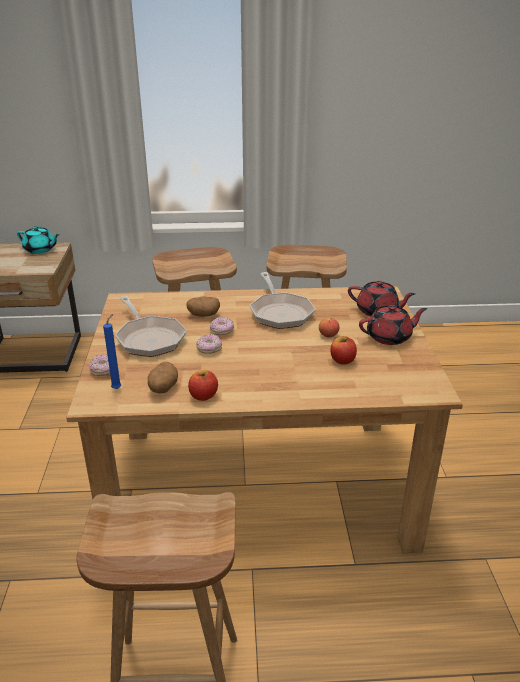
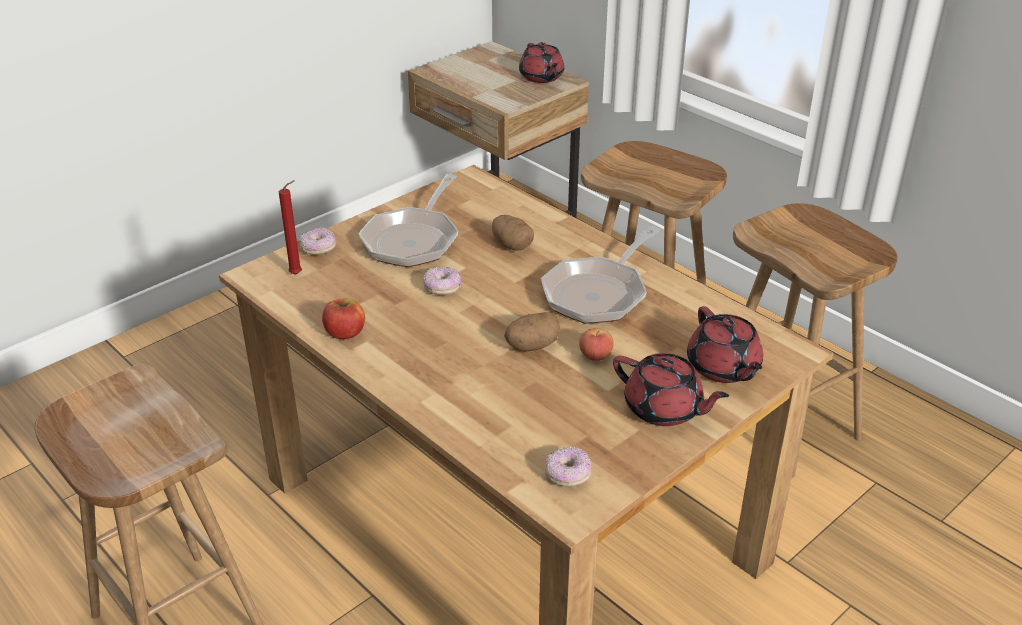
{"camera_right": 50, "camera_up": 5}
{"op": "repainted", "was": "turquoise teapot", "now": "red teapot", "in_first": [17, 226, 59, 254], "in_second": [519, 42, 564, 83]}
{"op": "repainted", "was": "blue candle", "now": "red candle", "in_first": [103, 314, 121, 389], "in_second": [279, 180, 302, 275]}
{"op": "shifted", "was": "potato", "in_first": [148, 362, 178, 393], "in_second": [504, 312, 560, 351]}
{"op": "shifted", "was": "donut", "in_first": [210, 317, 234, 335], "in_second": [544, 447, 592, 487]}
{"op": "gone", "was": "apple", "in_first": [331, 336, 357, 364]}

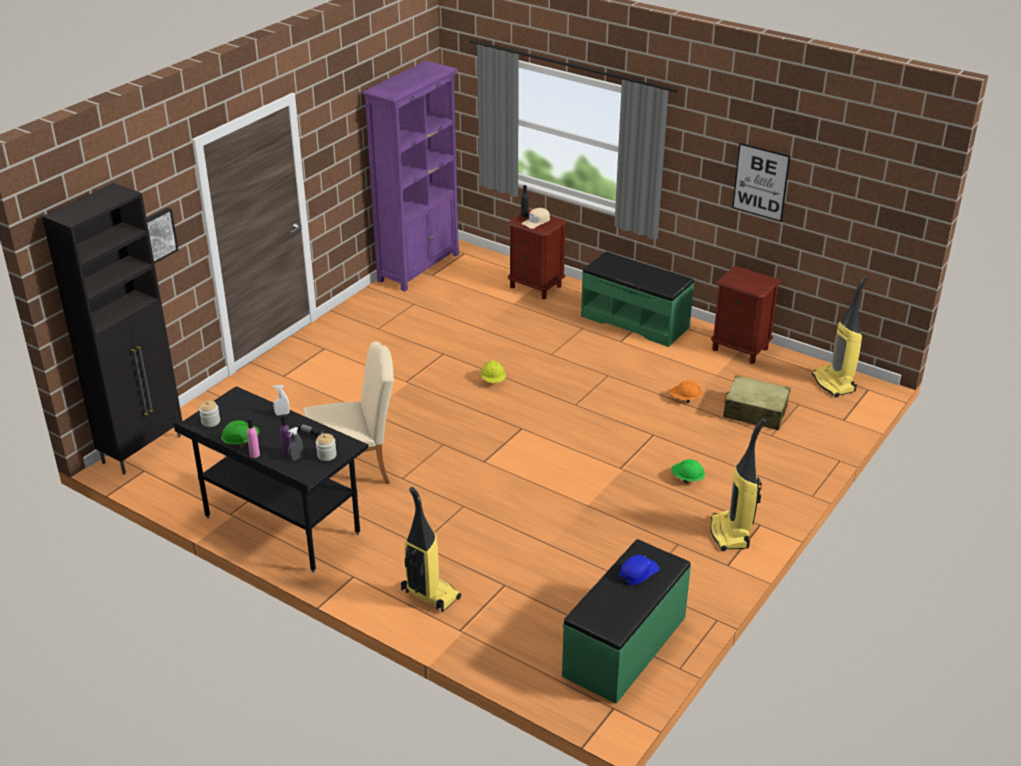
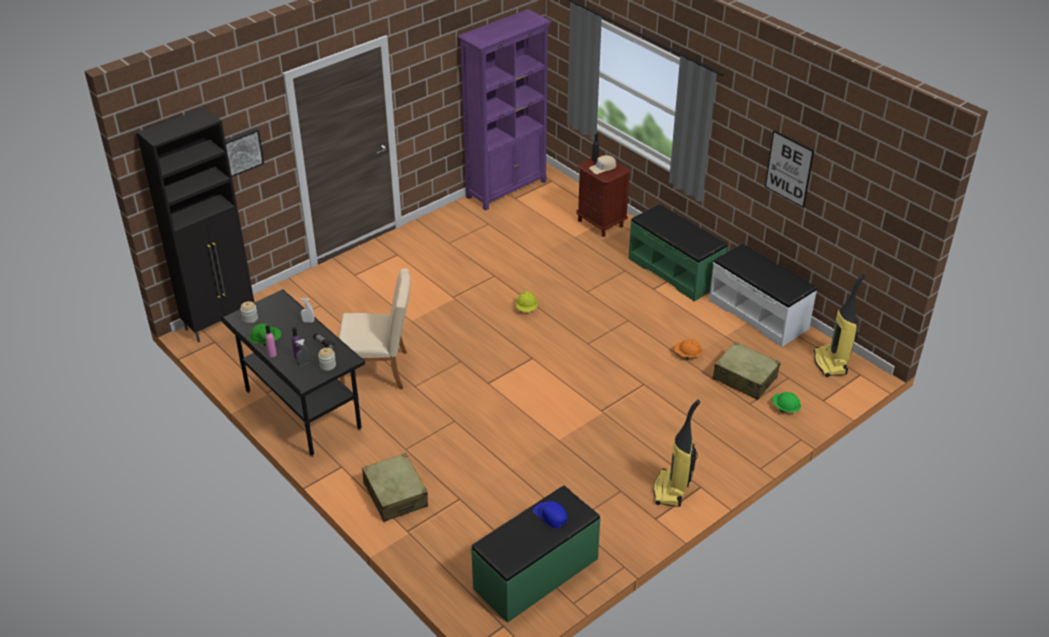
{"camera_right": 15, "camera_up": 5}
{"op": "swapped", "was": "vacuum cleaner", "now": "beige suitcase", "in_first": [401, 487, 461, 612], "in_second": [362, 453, 428, 522]}
{"op": "rotated", "was": "blue cap", "in_first": [619, 555, 660, 585], "in_second": [533, 501, 568, 529], "clockwise": -105}
{"op": "shifted", "was": "green hard hat", "in_first": [671, 459, 705, 484], "in_second": [772, 392, 801, 413]}
{"op": "swapped", "was": "brown nightstand", "now": "white bench", "in_first": [711, 266, 781, 364], "in_second": [709, 243, 817, 347]}

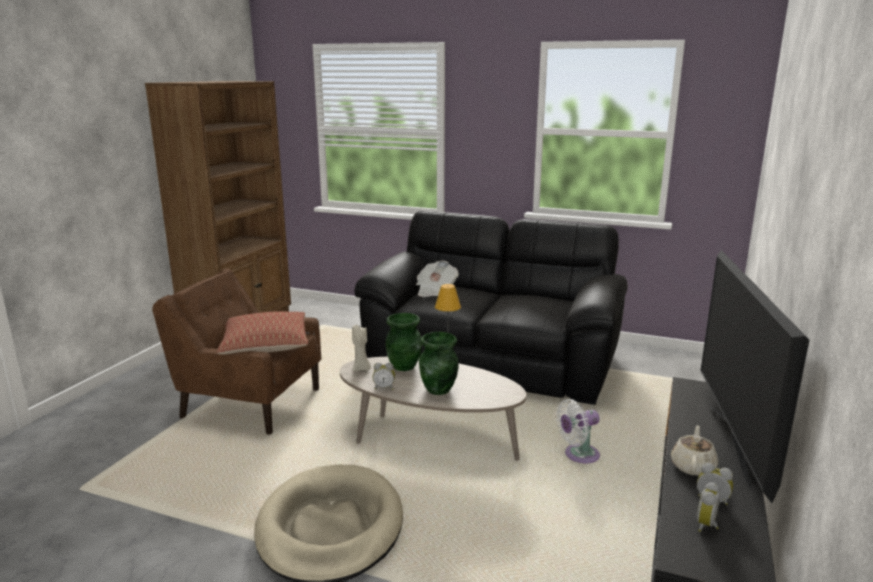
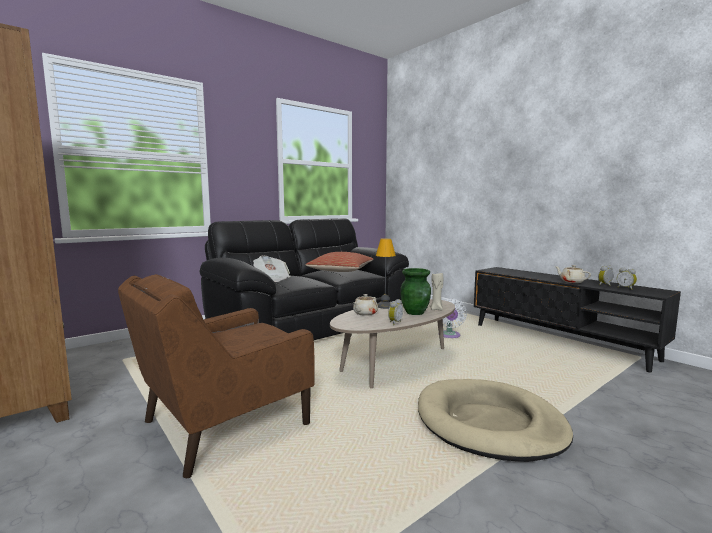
{"camera_right": -60, "camera_up": -10}
{"op": "shifted", "was": "pillow", "in_first": [217, 311, 308, 354], "in_second": [305, 252, 373, 272]}
{"op": "shifted", "was": "beige candle", "in_first": [352, 325, 371, 372], "in_second": [430, 272, 443, 310]}
{"op": "swapped", "was": "green vase", "now": "beige teapot", "in_first": [386, 313, 422, 371], "in_second": [353, 294, 378, 316]}
{"op": "gone", "was": "television", "in_first": [701, 250, 809, 503]}

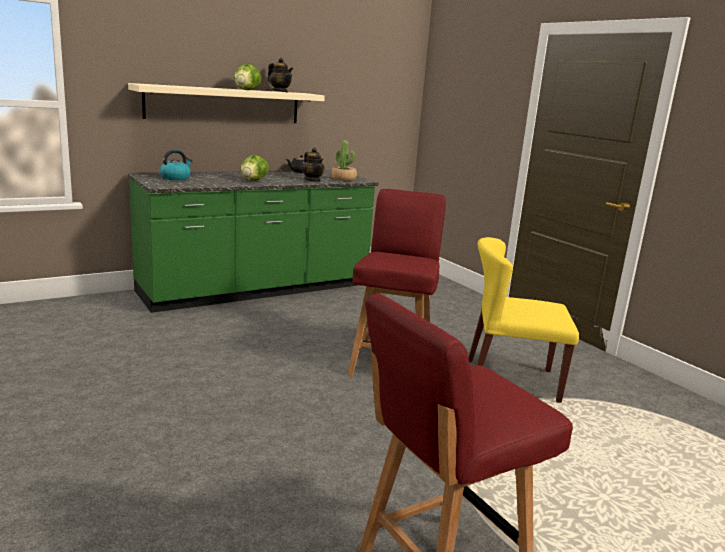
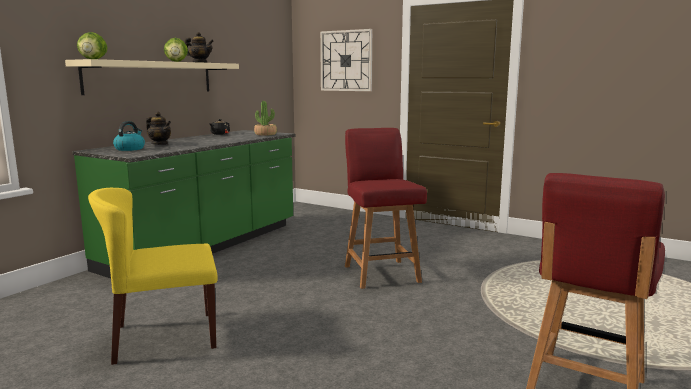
{"camera_right": -25, "camera_up": -5}
{"op": "shifted", "was": "lettuce", "in_first": [240, 155, 269, 181], "in_second": [77, 32, 108, 59]}
{"op": "shifted", "was": "teapot", "in_first": [302, 147, 325, 182], "in_second": [146, 112, 171, 145]}
{"op": "shifted", "was": "yellow chair", "in_first": [468, 237, 579, 403], "in_second": [88, 188, 218, 365]}
{"op": "new", "now": "wall clock", "in_second": [320, 29, 372, 91]}

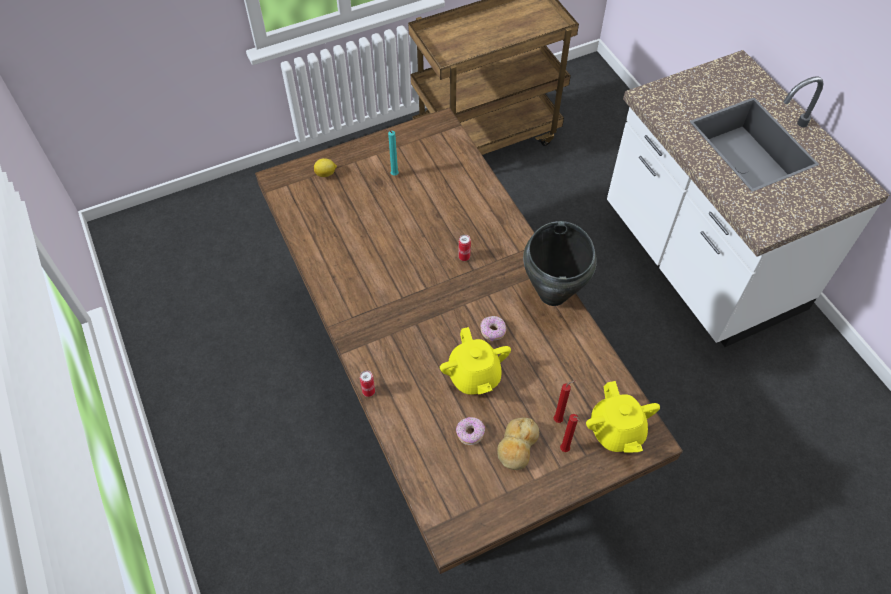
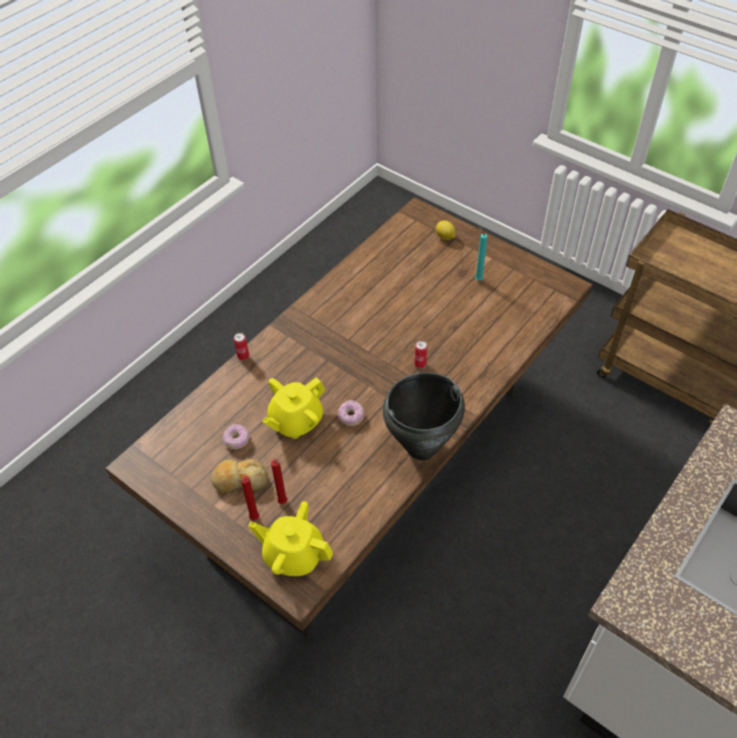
{"camera_right": 65, "camera_up": -5}
{"op": "rotated", "was": "yellow teapot", "in_first": [586, 381, 660, 453], "in_second": [249, 501, 333, 576], "clockwise": 60}

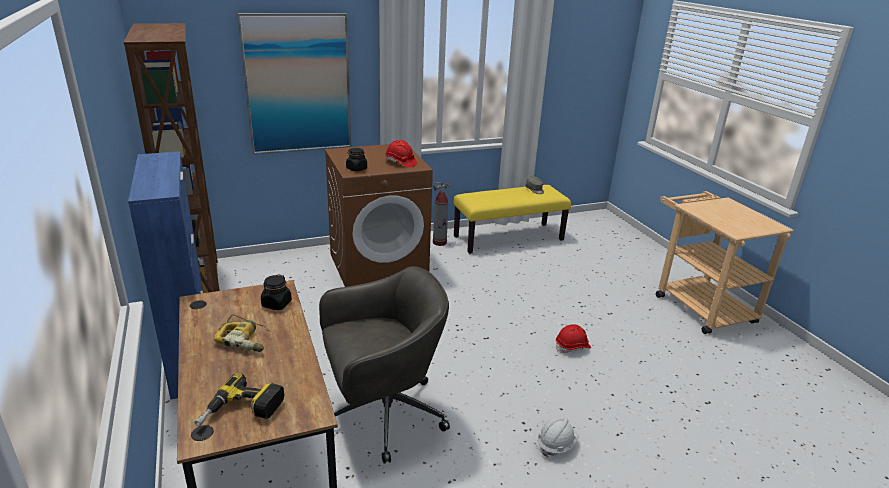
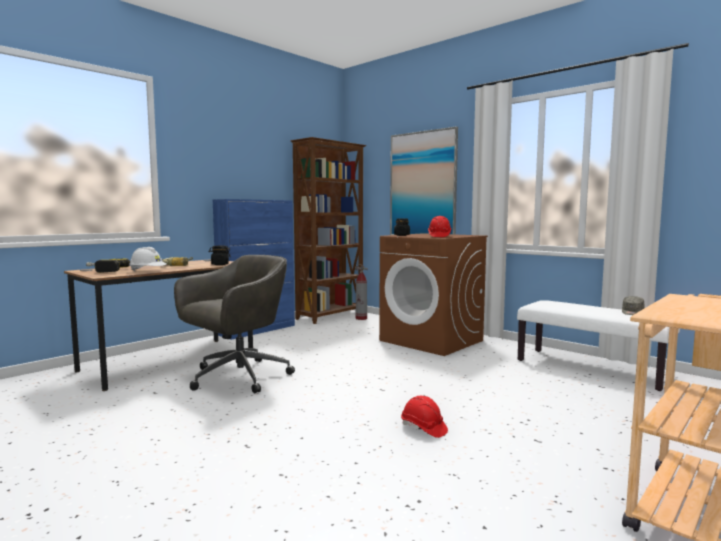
{"camera_right": 65, "camera_up": -20}
{"op": "rotated", "was": "grey office chair", "in_first": [319, 266, 450, 464], "in_second": [174, 255, 295, 393], "clockwise": -90}
{"op": "shifted", "was": "fire extinguisher", "in_first": [433, 182, 450, 246], "in_second": [355, 264, 368, 320]}
{"op": "repainted", "was": "yellow bench", "now": "white bench", "in_first": [454, 185, 571, 254], "in_second": [517, 300, 680, 391]}
{"op": "shifted", "was": "white hard hat", "in_first": [538, 417, 579, 457], "in_second": [129, 247, 166, 271]}

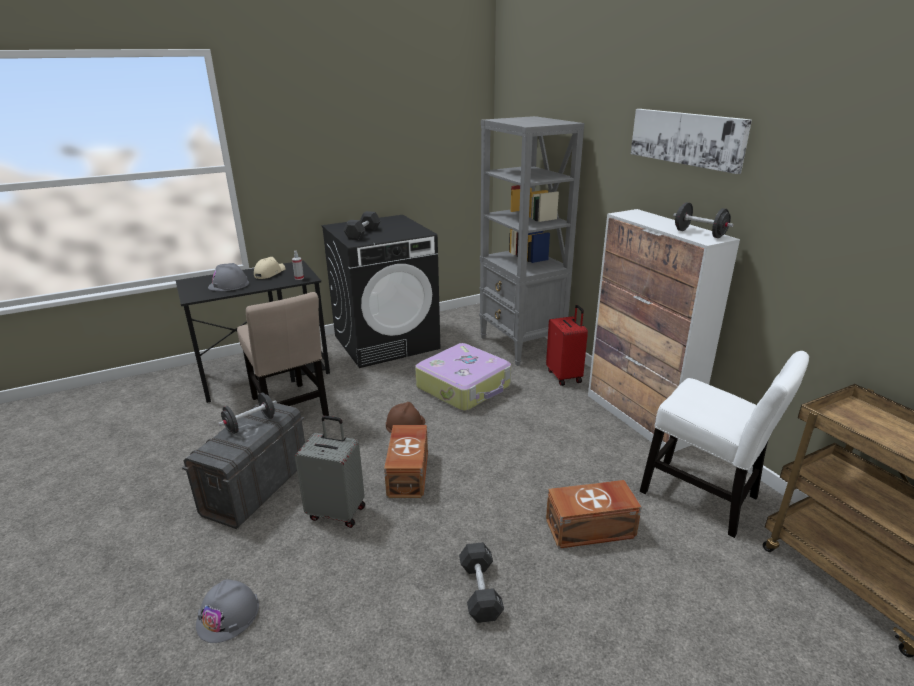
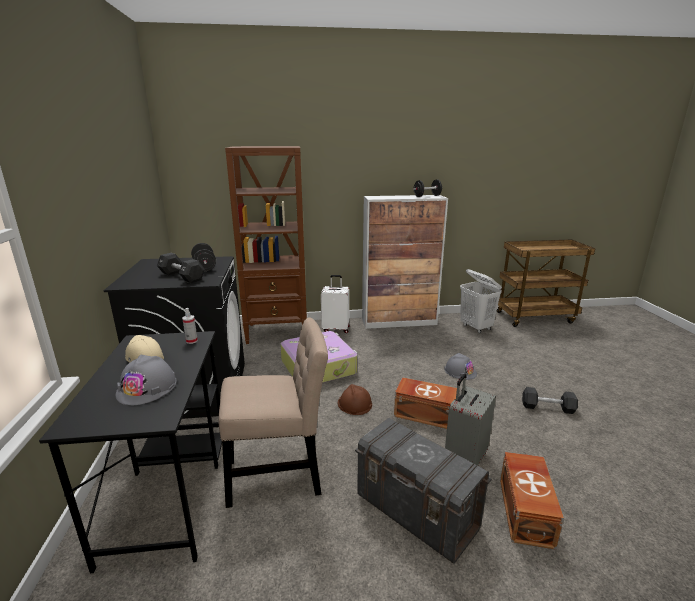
{"camera_right": -70, "camera_up": -5}
{"op": "shifted", "was": "grey hard hat", "in_first": [196, 579, 259, 643], "in_second": [444, 353, 477, 380]}
{"op": "shifted", "was": "black dumbbell", "in_first": [218, 392, 277, 434], "in_second": [191, 243, 216, 271]}
{"op": "repainted", "was": "grey bookcase", "now": "brown bookcase", "in_first": [479, 116, 584, 366], "in_second": [225, 146, 307, 344]}
{"op": "repainted", "was": "red suitcase", "now": "white suitcase", "in_first": [546, 305, 588, 386], "in_second": [321, 275, 350, 333]}
{"op": "shifted", "was": "brown storage box", "in_first": [546, 480, 642, 549], "in_second": [500, 452, 564, 550]}
{"op": "gone", "was": "picture", "in_first": [631, 109, 752, 174]}
{"op": "swapped", "was": "white chair", "now": "white laundry basket", "in_first": [640, 351, 809, 538], "in_second": [460, 269, 502, 333]}

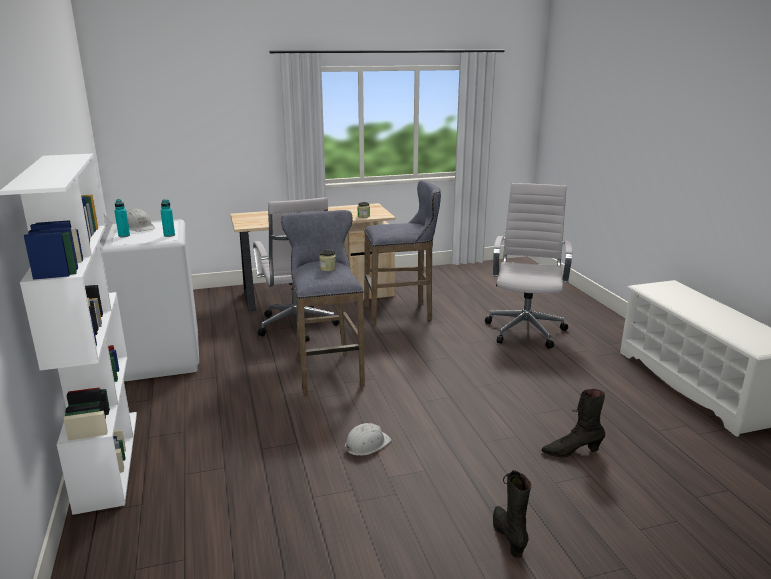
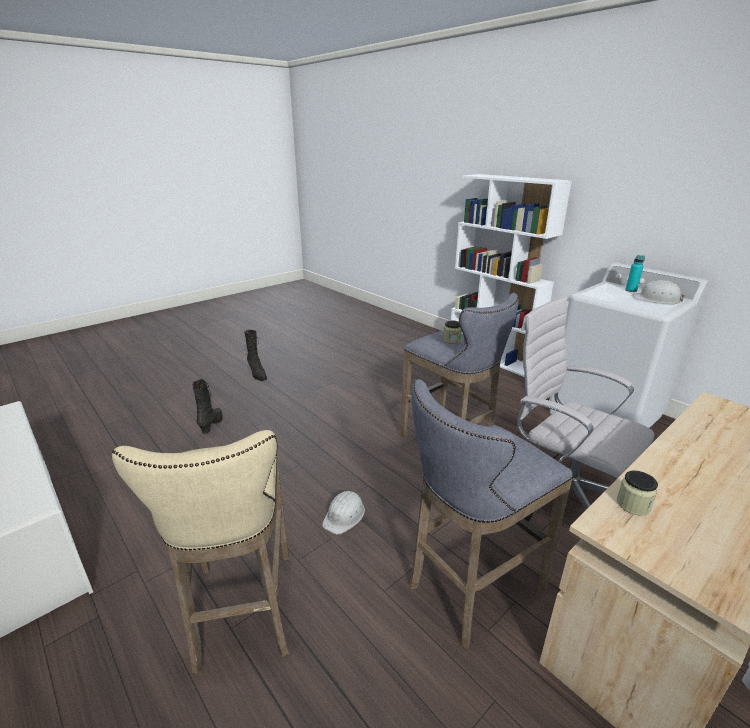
{"camera_right": 155, "camera_up": 5}
{"op": "gone", "was": "turquoise bottle", "in_first": [161, 199, 175, 237]}
{"op": "shifted", "was": "white hard hat", "in_first": [345, 423, 391, 456], "in_second": [322, 491, 365, 535]}
{"op": "swapped", "was": "white office chair", "now": "beige stool", "in_first": [485, 183, 572, 349], "in_second": [112, 430, 289, 674]}
{"op": "rotated", "was": "black boot", "in_first": [541, 389, 605, 458], "in_second": [193, 379, 223, 434], "clockwise": -60}

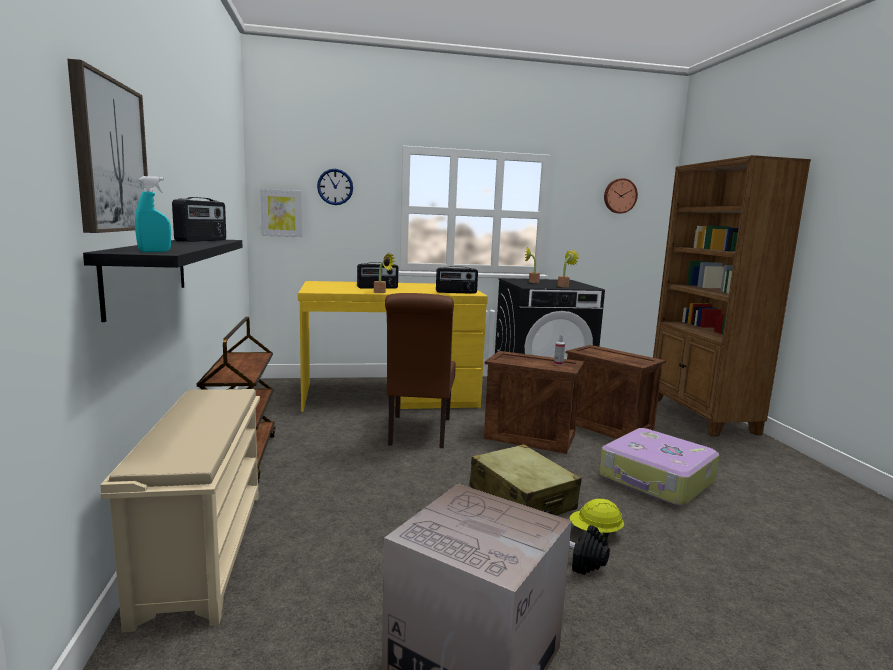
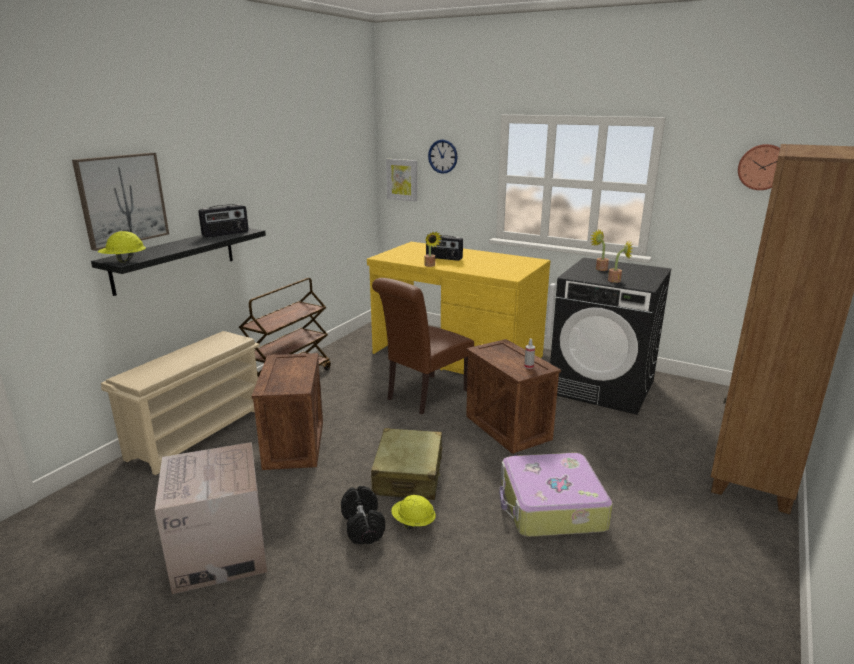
{"camera_right": 40, "camera_up": 10}
{"op": "swapped", "was": "turquoise spray bottle", "now": "yellow hard hat", "in_first": [135, 176, 171, 252], "in_second": [98, 231, 146, 262]}
{"op": "gone", "was": "radio", "in_first": [436, 266, 478, 294]}
{"op": "shifted", "was": "crate", "in_first": [566, 345, 666, 439], "in_second": [252, 353, 323, 470]}

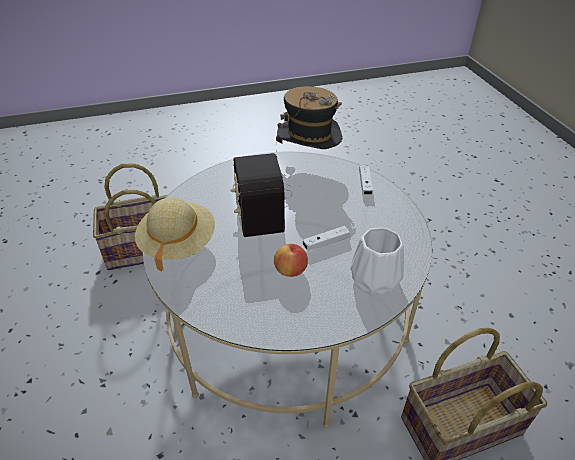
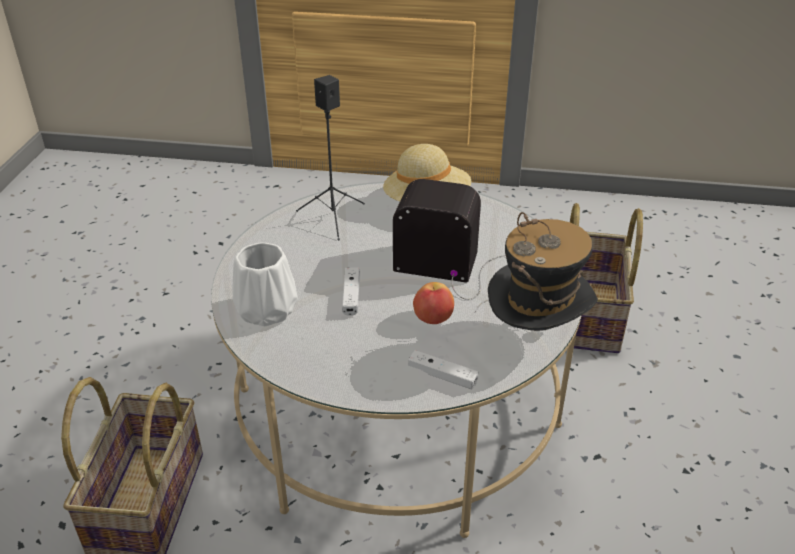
{"camera_right": 115, "camera_up": -5}
{"op": "shifted", "was": "apple", "in_first": [274, 244, 308, 277], "in_second": [413, 282, 454, 324]}
{"op": "new", "now": "black speaker", "in_second": [296, 75, 365, 240]}

